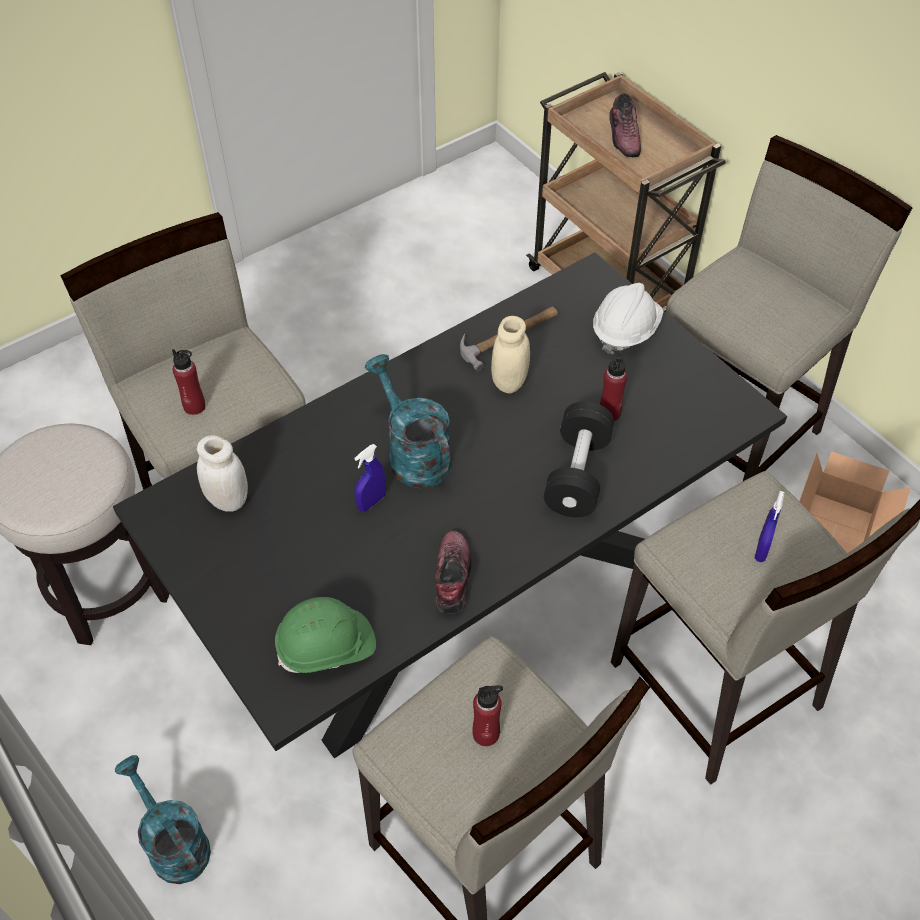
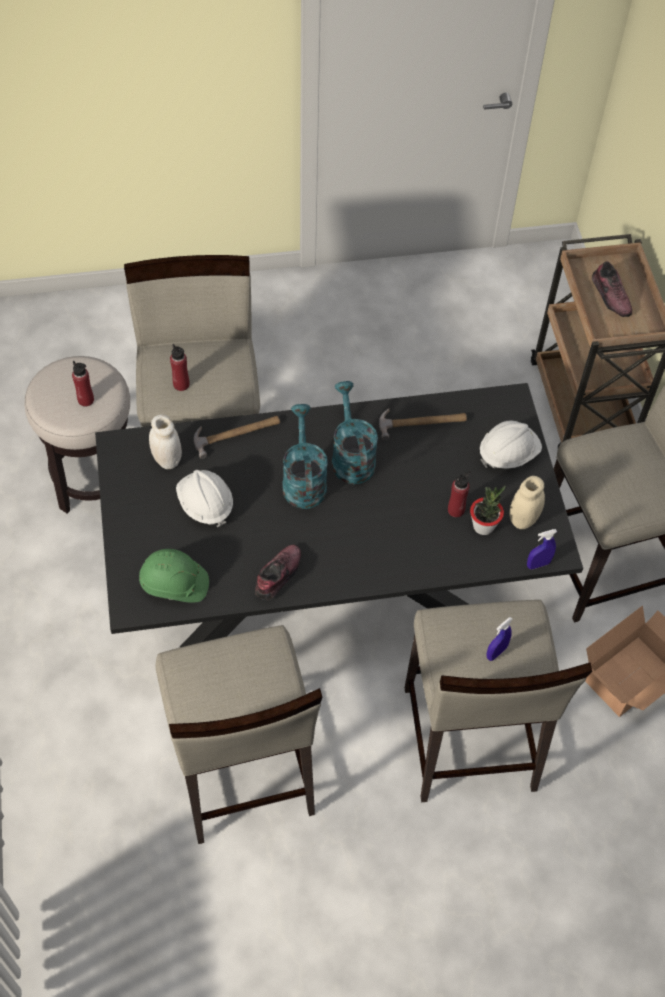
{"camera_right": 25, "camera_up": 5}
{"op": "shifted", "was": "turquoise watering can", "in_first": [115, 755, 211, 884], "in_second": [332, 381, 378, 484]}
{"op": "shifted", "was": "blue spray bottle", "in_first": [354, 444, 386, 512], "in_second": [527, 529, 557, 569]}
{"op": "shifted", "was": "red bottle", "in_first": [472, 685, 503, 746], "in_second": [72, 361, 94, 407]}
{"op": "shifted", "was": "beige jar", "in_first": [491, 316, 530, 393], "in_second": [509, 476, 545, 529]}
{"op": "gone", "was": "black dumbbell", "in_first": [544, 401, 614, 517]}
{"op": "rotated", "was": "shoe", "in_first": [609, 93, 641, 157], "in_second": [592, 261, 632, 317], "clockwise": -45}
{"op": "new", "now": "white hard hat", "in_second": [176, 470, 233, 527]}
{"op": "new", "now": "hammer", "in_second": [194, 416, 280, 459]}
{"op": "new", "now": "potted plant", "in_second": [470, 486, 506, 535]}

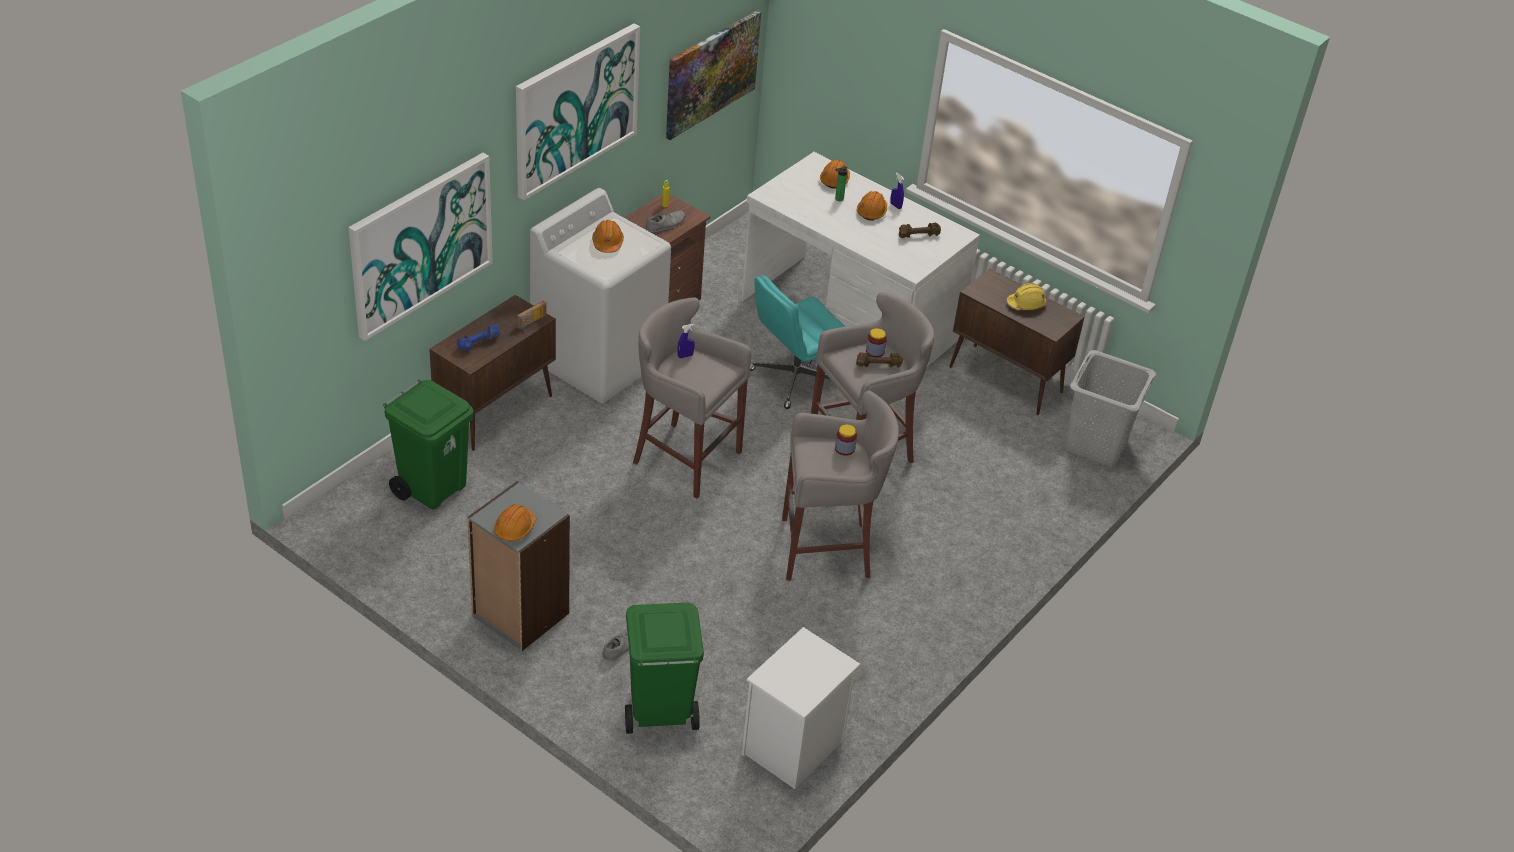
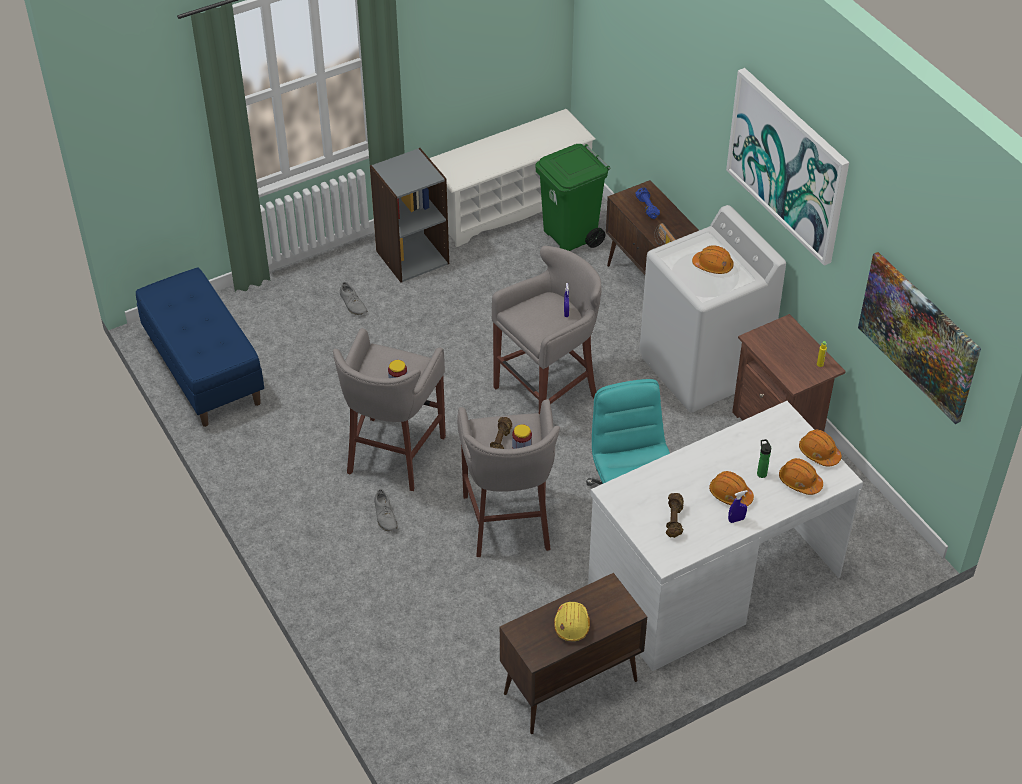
{"camera_right": 115, "camera_up": 5}
{"op": "gone", "was": "picture", "in_first": [348, 153, 493, 341]}
{"op": "shifted", "was": "orange hard hat", "in_first": [494, 504, 536, 542], "in_second": [799, 429, 841, 467]}
{"op": "gone", "was": "green trash can", "in_first": [625, 602, 704, 734]}
{"op": "shifted", "was": "grey shoe", "in_first": [646, 211, 685, 233], "in_second": [374, 489, 398, 532]}
{"op": "swapped", "was": "white nightstand", "now": "blue bench", "in_first": [742, 627, 860, 789], "in_second": [136, 267, 264, 427]}
{"op": "gone", "was": "grey laundry basket", "in_first": [1065, 350, 1157, 466]}
{"op": "new", "now": "white shoe rack", "in_second": [429, 109, 596, 247]}

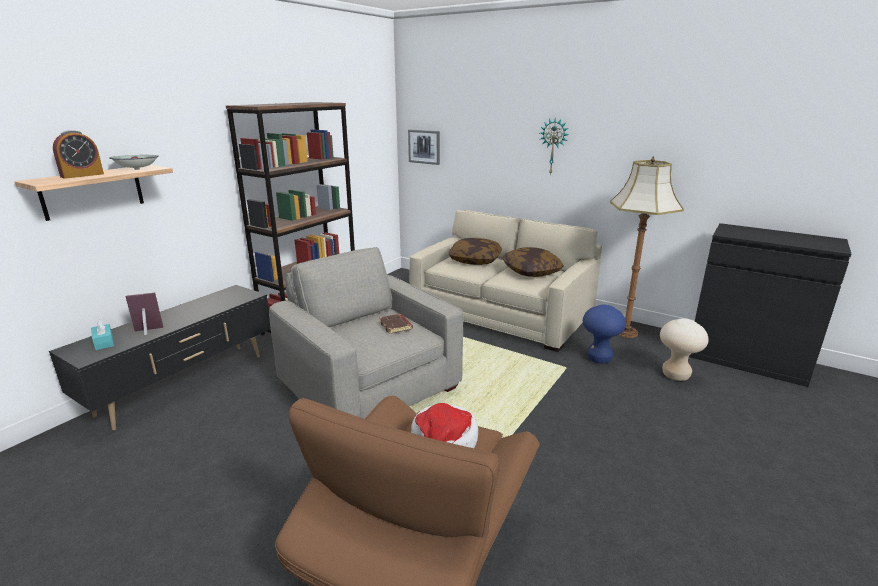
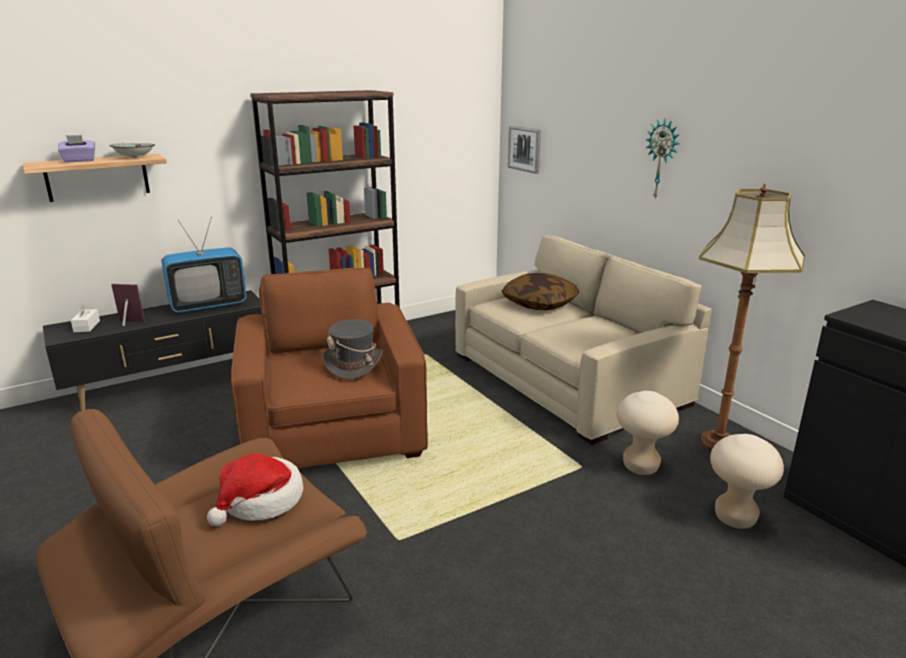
{"camera_right": 25, "camera_up": 0}
{"op": "swapped", "was": "alarm clock", "now": "purple tissue box", "in_first": [53, 130, 104, 179], "in_second": [58, 135, 95, 162]}
{"op": "repainted", "was": "turquoise tissue box", "now": "white tissue box", "in_first": [91, 319, 114, 350], "in_second": [71, 303, 100, 332]}
{"op": "repainted", "was": "grey armchair", "now": "brown armchair", "in_first": [269, 247, 464, 419], "in_second": [231, 268, 428, 469]}
{"op": "swapped", "was": "brown book", "now": "grey hat", "in_first": [379, 314, 413, 334], "in_second": [322, 319, 383, 380]}
{"op": "gone", "was": "pillow", "in_first": [502, 247, 564, 277]}
{"op": "repainted", "was": "blue stool", "now": "beige stool", "in_first": [583, 305, 626, 364], "in_second": [617, 391, 679, 475]}
{"op": "new", "now": "television", "in_second": [161, 217, 247, 312]}

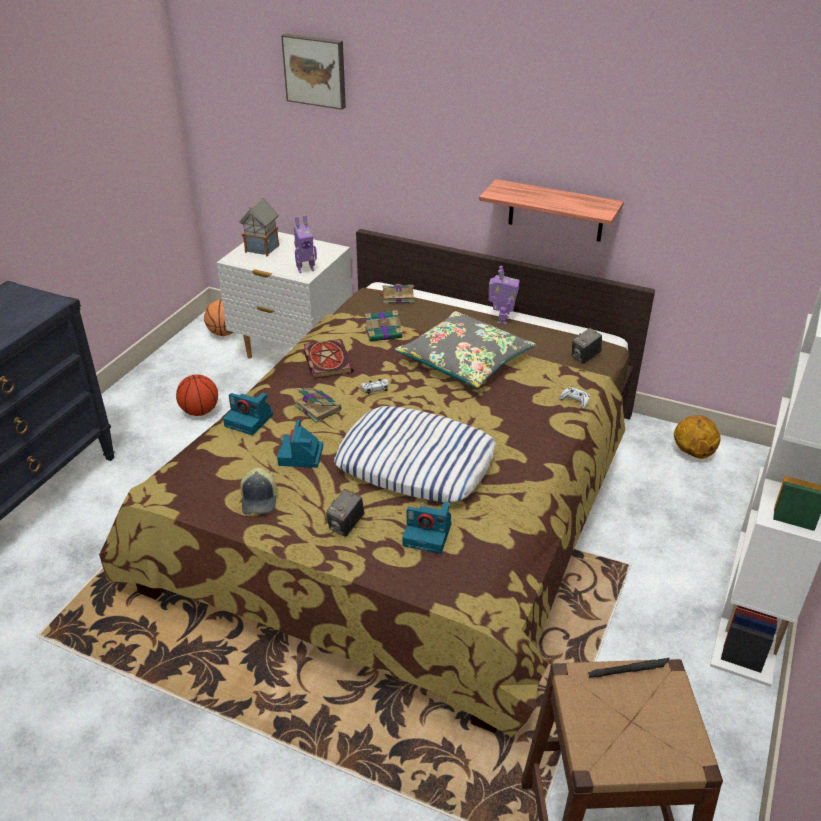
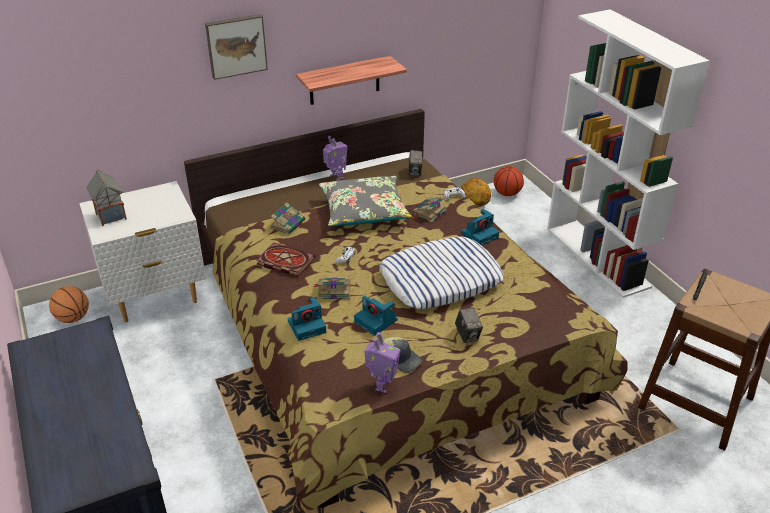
{"camera_right": -50, "camera_up": 0}
{"op": "shifted", "was": "basketball", "in_first": [176, 375, 218, 416], "in_second": [494, 166, 524, 196]}
{"op": "shifted", "was": "picture", "in_first": [281, 33, 346, 110], "in_second": [205, 14, 268, 80]}
{"op": "shifted", "was": "toy robot", "in_first": [294, 216, 317, 273], "in_second": [365, 332, 400, 393]}
{"op": "shifted", "was": "book", "in_first": [377, 284, 414, 304], "in_second": [412, 196, 447, 223]}
{"op": "shifted", "was": "photo camera", "in_first": [402, 502, 452, 554], "in_second": [461, 209, 499, 246]}

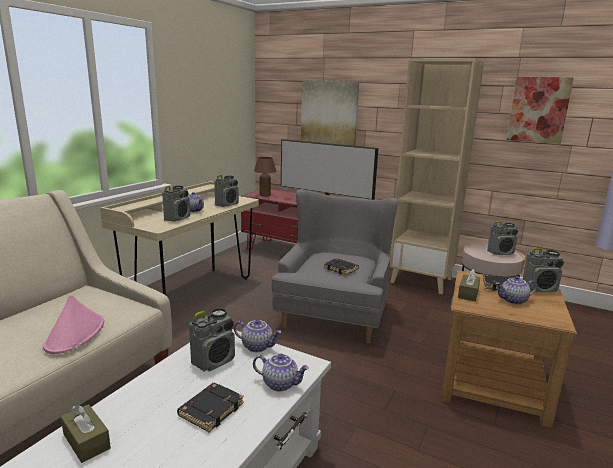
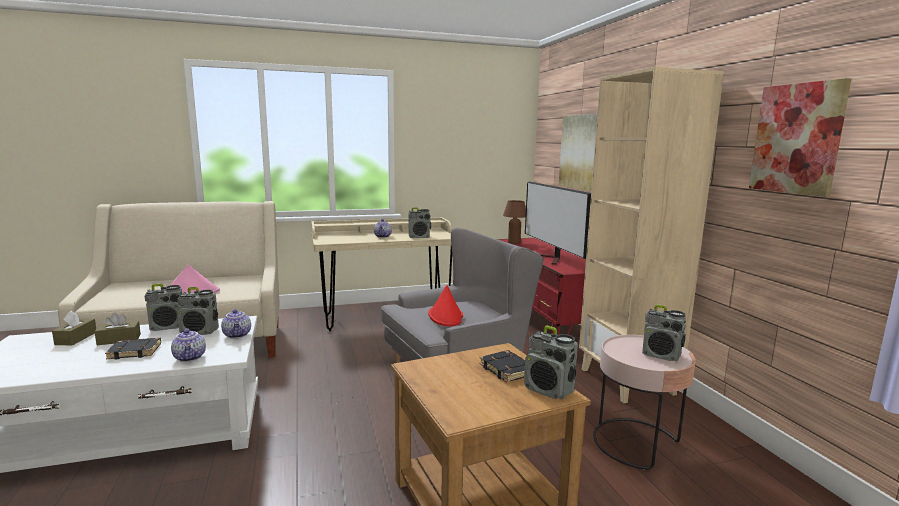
{"camera_right": 45, "camera_up": -5}
{"op": "shifted", "was": "radio", "in_first": [162, 185, 190, 222], "in_second": [145, 284, 182, 331]}
{"op": "swapped", "was": "black book", "now": "red hat", "in_first": [324, 258, 359, 275], "in_second": [428, 285, 463, 326]}
{"op": "shifted", "was": "brown tissue box", "in_first": [458, 269, 480, 301], "in_second": [94, 313, 141, 345]}
{"op": "gone", "was": "teapot", "in_first": [495, 276, 537, 305]}

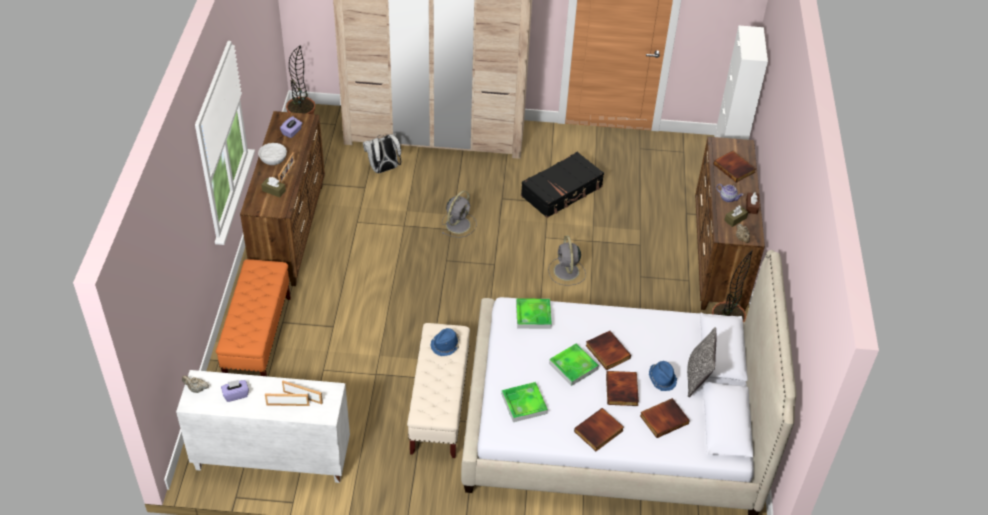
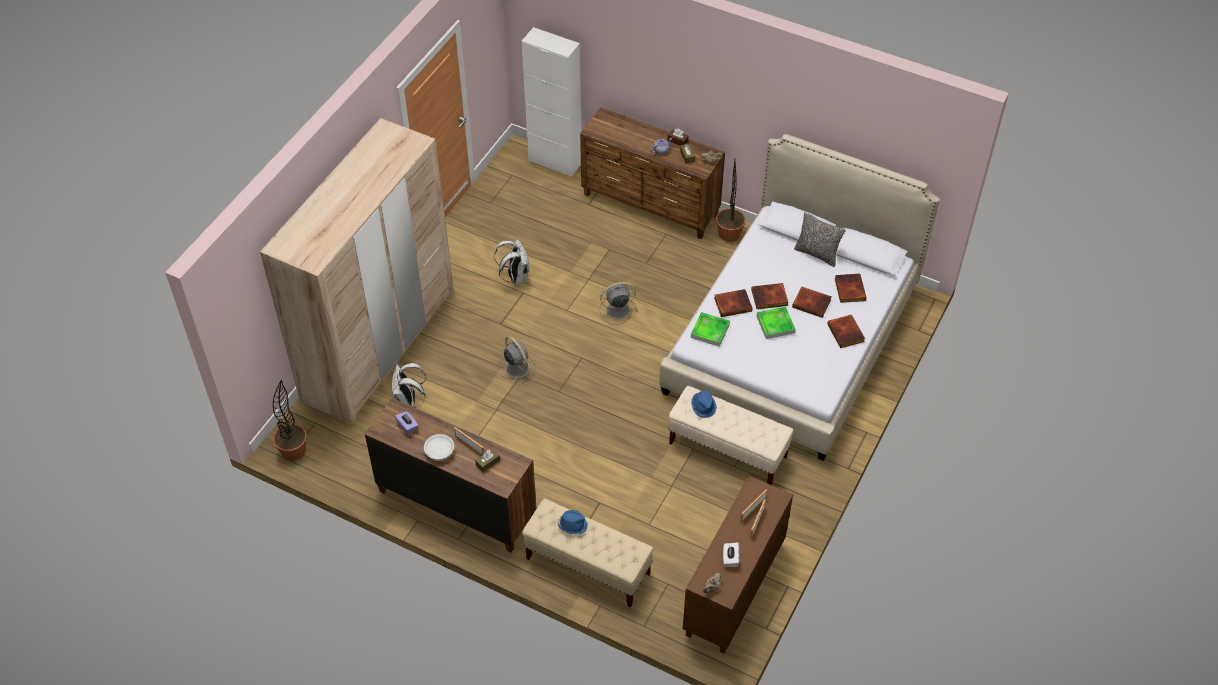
{"camera_right": -65, "camera_up": 5}
{"op": "repainted", "was": "white cabinet", "now": "brown cabinet", "in_first": [176, 370, 350, 483], "in_second": [683, 476, 793, 653]}
{"op": "repainted", "was": "orange bench", "now": "beige bench", "in_first": [216, 259, 291, 376], "in_second": [522, 499, 653, 608]}
{"op": "repainted", "was": "purple tissue box", "now": "white tissue box", "in_first": [221, 380, 249, 402], "in_second": [723, 542, 739, 567]}
{"op": "gone", "was": "tray", "in_first": [502, 382, 548, 422]}
{"op": "swapped", "was": "black suitcase", "now": "white backpack", "in_first": [521, 152, 604, 218], "in_second": [494, 239, 530, 285]}
{"op": "rotated", "was": "grey fan", "in_first": [548, 236, 586, 286], "in_second": [600, 282, 638, 325], "clockwise": 150}
{"op": "shifted", "was": "blue hat", "in_first": [649, 361, 677, 391], "in_second": [558, 510, 588, 534]}
{"op": "shifted", "was": "book", "in_first": [714, 151, 756, 183], "in_second": [714, 289, 752, 317]}

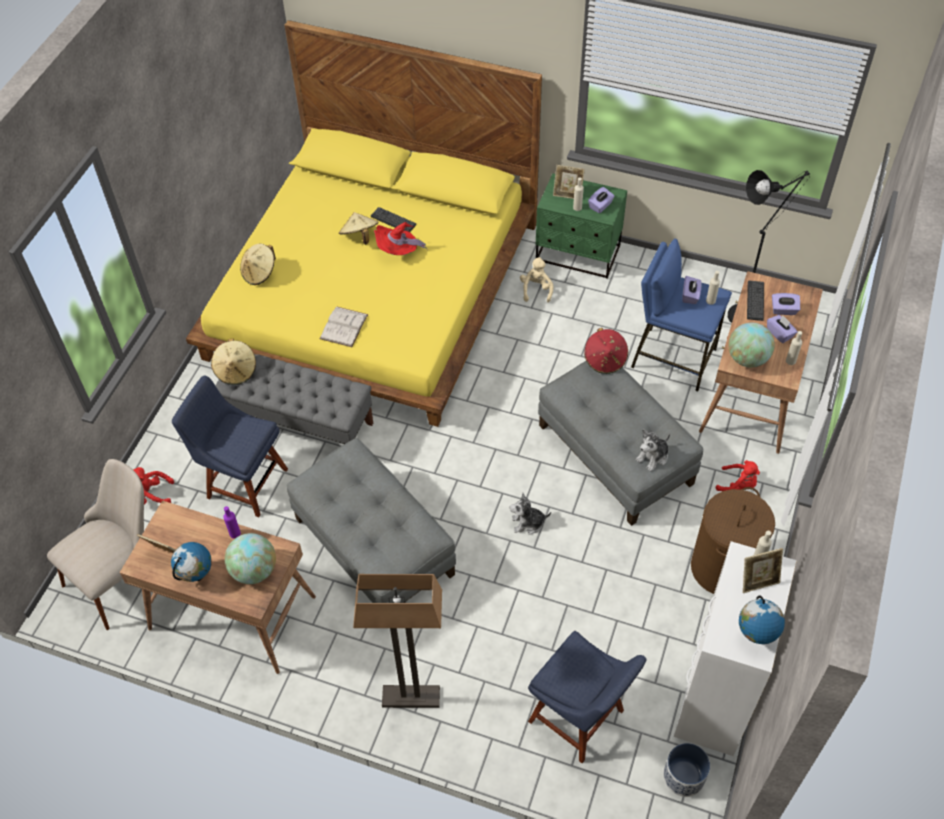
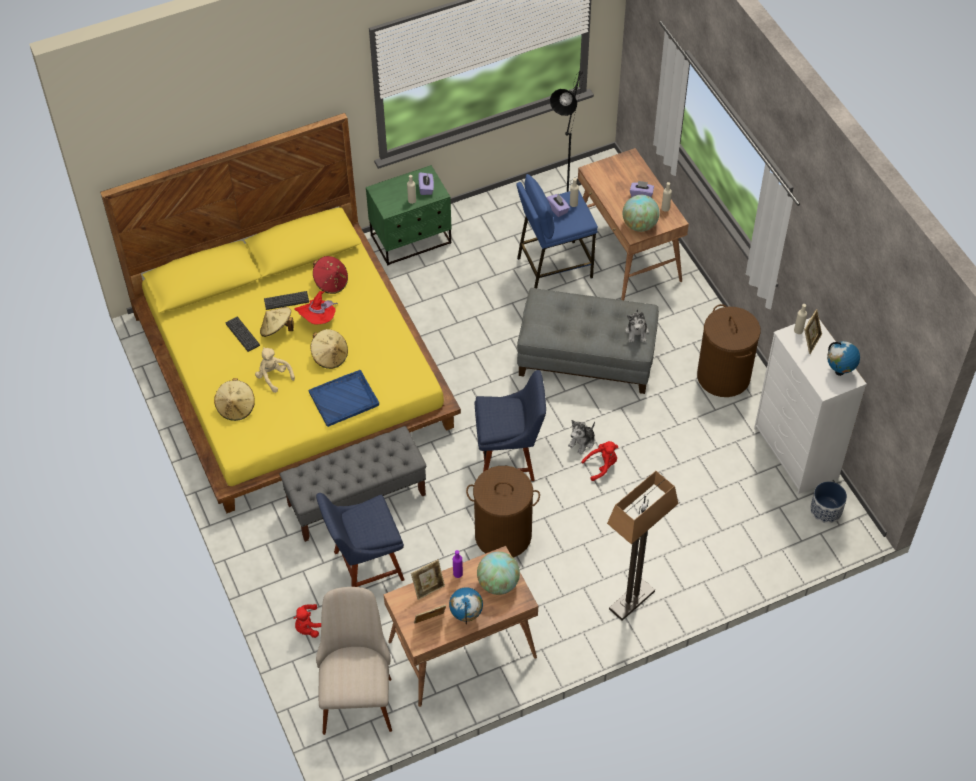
{"camera_right": -45, "camera_up": 0}
{"op": "shifted", "was": "beige hat", "in_first": [211, 339, 256, 385], "in_second": [310, 329, 348, 369]}
{"op": "swapped", "was": "grey ottoman", "now": "brown laundry basket", "in_first": [287, 438, 456, 603], "in_second": [466, 466, 540, 557]}
{"op": "swapped", "was": "white book", "now": "blue tray", "in_first": [320, 307, 368, 347], "in_second": [309, 370, 379, 427]}
{"op": "shifted", "was": "beige plush toy", "in_first": [520, 257, 553, 302], "in_second": [255, 347, 295, 393]}
{"op": "shifted", "was": "blue chair", "in_first": [528, 631, 647, 763], "in_second": [475, 370, 546, 481]}
{"op": "shifted", "was": "picture frame", "in_first": [553, 165, 585, 199], "in_second": [411, 559, 445, 600]}
{"op": "shifted", "was": "red hat", "in_first": [584, 328, 628, 374], "in_second": [313, 256, 348, 294]}
{"op": "shifted", "was": "red plush toy", "in_first": [716, 460, 760, 491], "in_second": [581, 441, 618, 481]}
{"op": "shifted", "was": "keyboard", "in_first": [747, 281, 764, 321], "in_second": [226, 317, 260, 352]}
{"op": "gone", "was": "purple tissue box", "in_first": [772, 293, 800, 315]}

